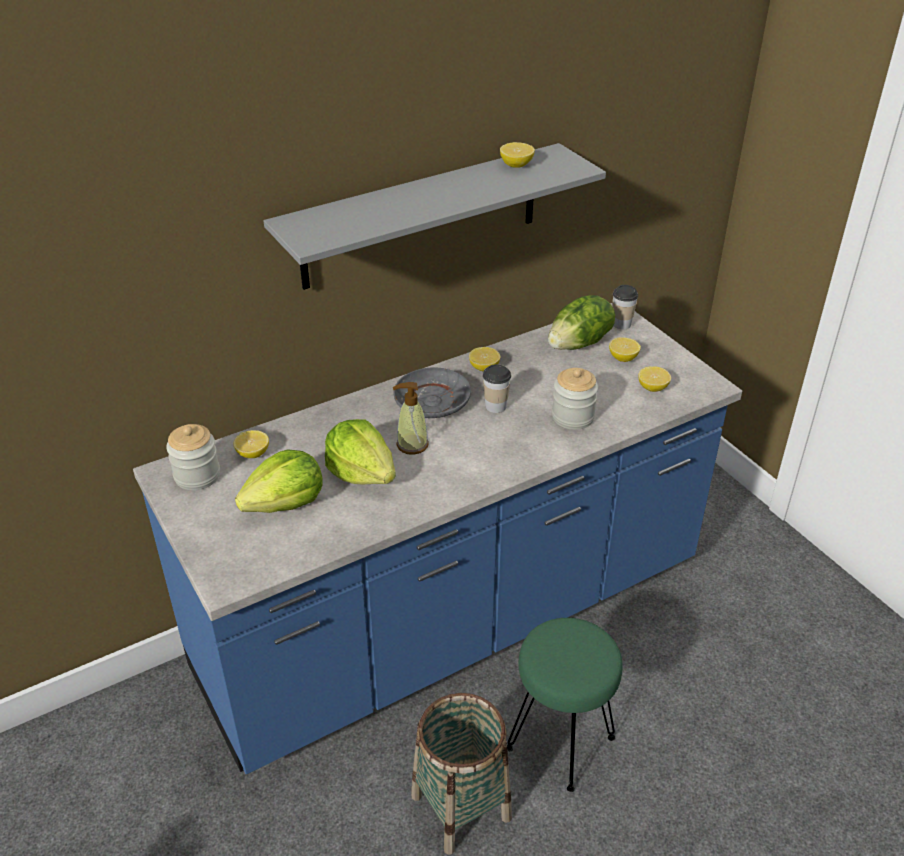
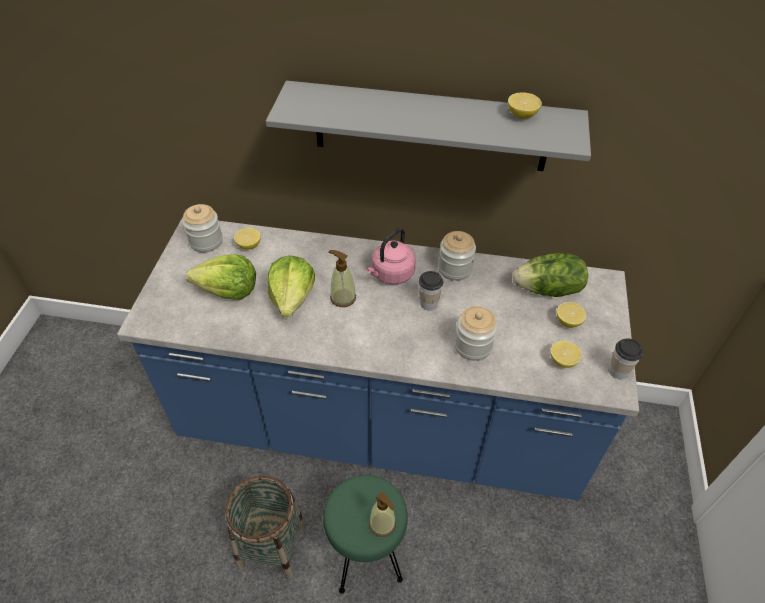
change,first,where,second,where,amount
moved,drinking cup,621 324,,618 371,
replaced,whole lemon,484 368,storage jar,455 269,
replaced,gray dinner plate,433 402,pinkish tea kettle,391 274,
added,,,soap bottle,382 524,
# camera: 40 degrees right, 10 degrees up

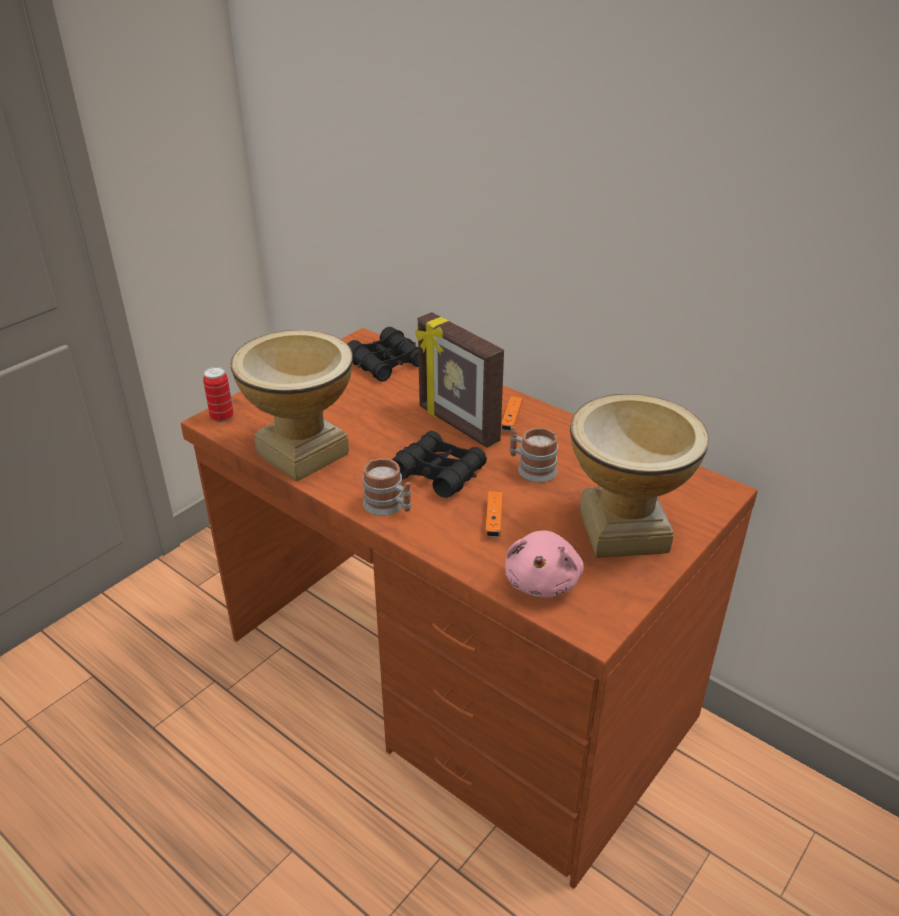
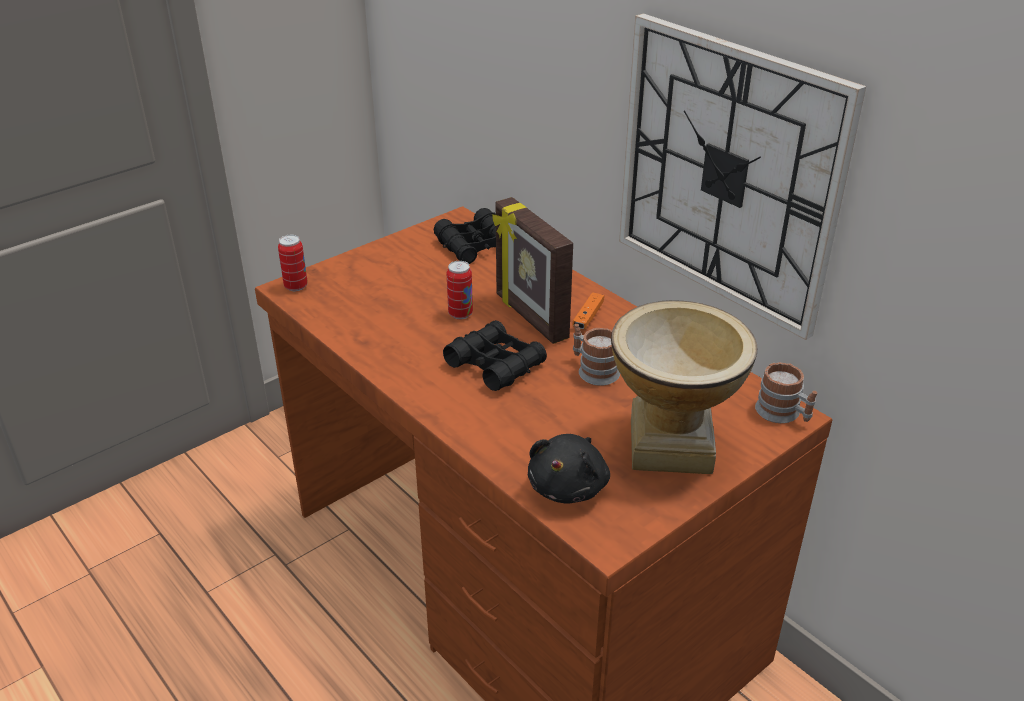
change,first,where,second,where,amount
removed,decorative vase,303 453,,,
moved,tea mug,389 506,,783 414,
removed,orange-coloured gamepad,493 520,,,
recoloured,pinkish plush toy,543 580,blackish plush toy,569 486,
added,,,wall clock,727 174,
added,,,metal can,460 314,
# camera: 10 degrees right, 0 degrees up

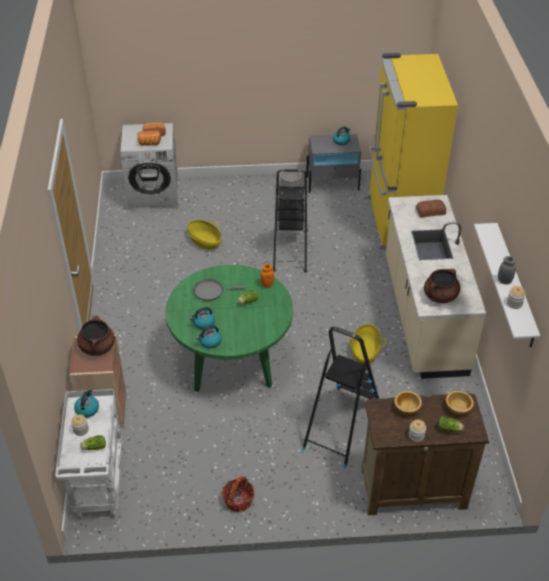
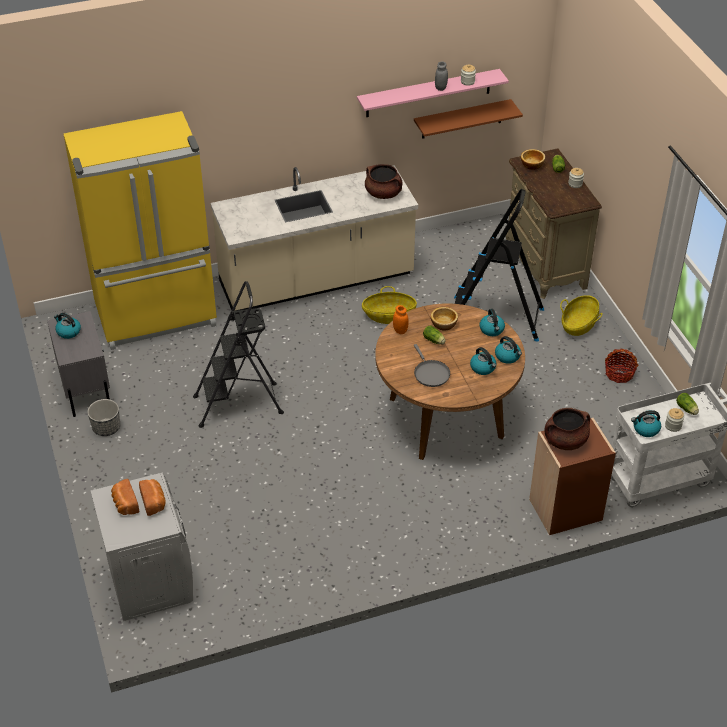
change,first,where,second,where,amount
removed,bakery bread,430 211,,,
moved,basket,205 241,,578 324,
recoloured,white-coloured bracket shelf,514 285,pinkish bracket shelf,428 93,
recoloured,greenish kitchen table,231 360,brownish kitchen table,446 418,
moved,serving bowl,406 409,,444 324,
added,,,brownish bracket shelf,462 119,
added,,,tea kettle,492 330,
# camera: 105 degrees left, 0 degrees up

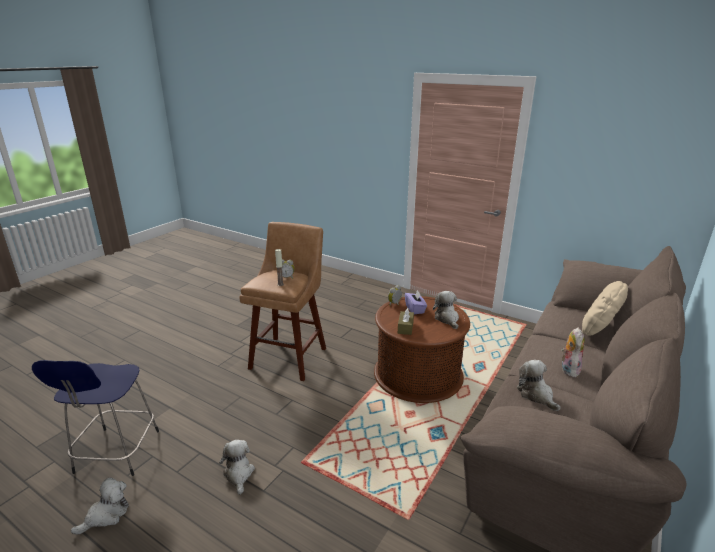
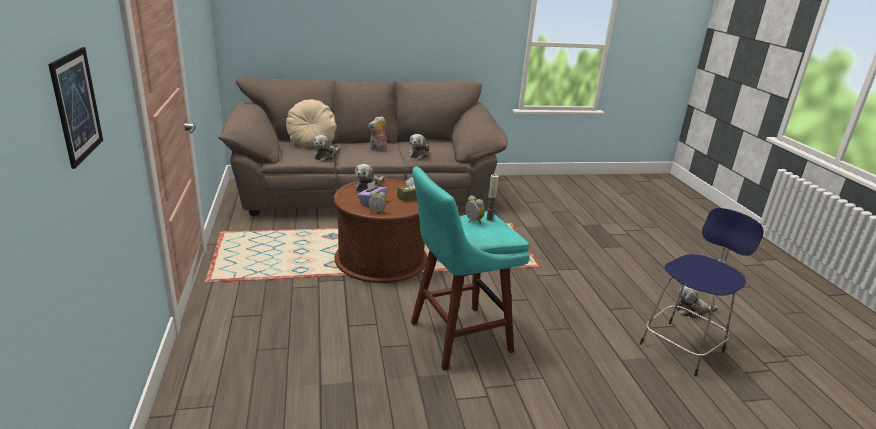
change,first,where,second,where,amount
recoloured,brownish stool,289 356,turquoise stool,456 337,
moved,plush toy,238 474,,326 156,
added,,,picture,77 106,
# camera: 135 degrees left, 0 degrees up

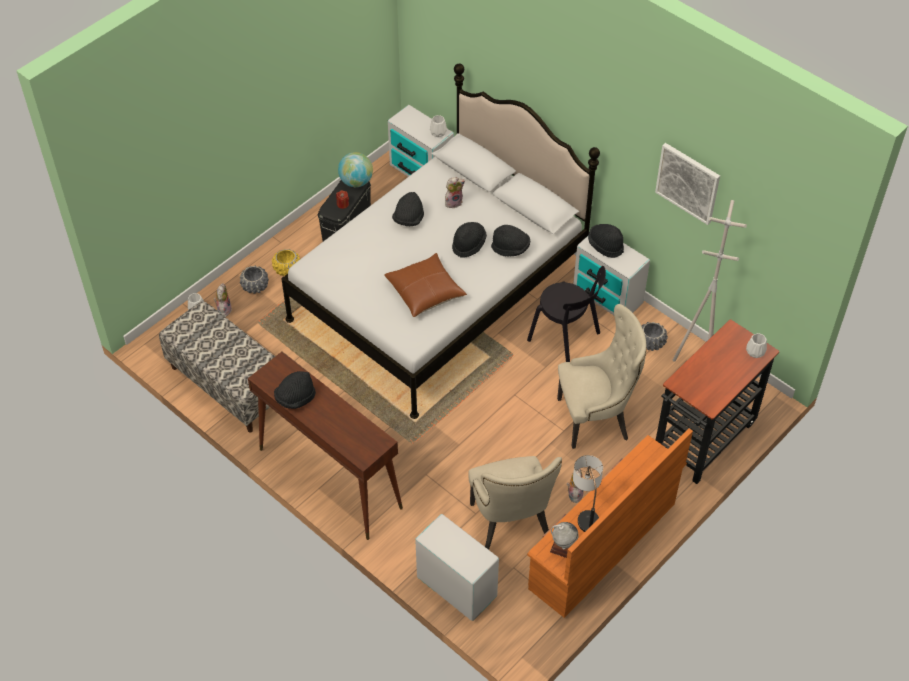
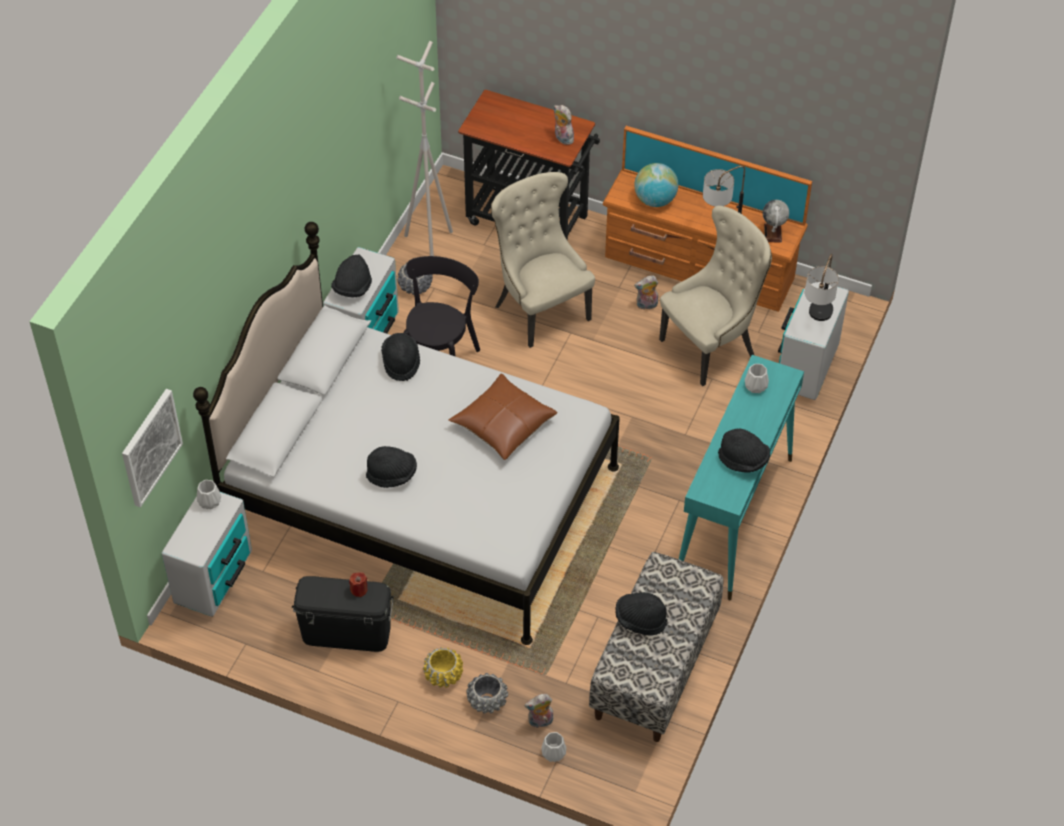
change,first,where,second,where,amount
moved,picture,688 182,,150 447,
moved,globe,356 182,,655 200,
moved,plush toy,453 202,,562 138,
moved,blackish hat,468 245,,640 620,
moved,white-coloured decorative vase,755 351,,755 386,
recoloured,brownish console table,329 478,turquoise console table,733 519,
added,,,tabletop lamp,817 320,
# camera: 110 degrees left, 0 degrees up

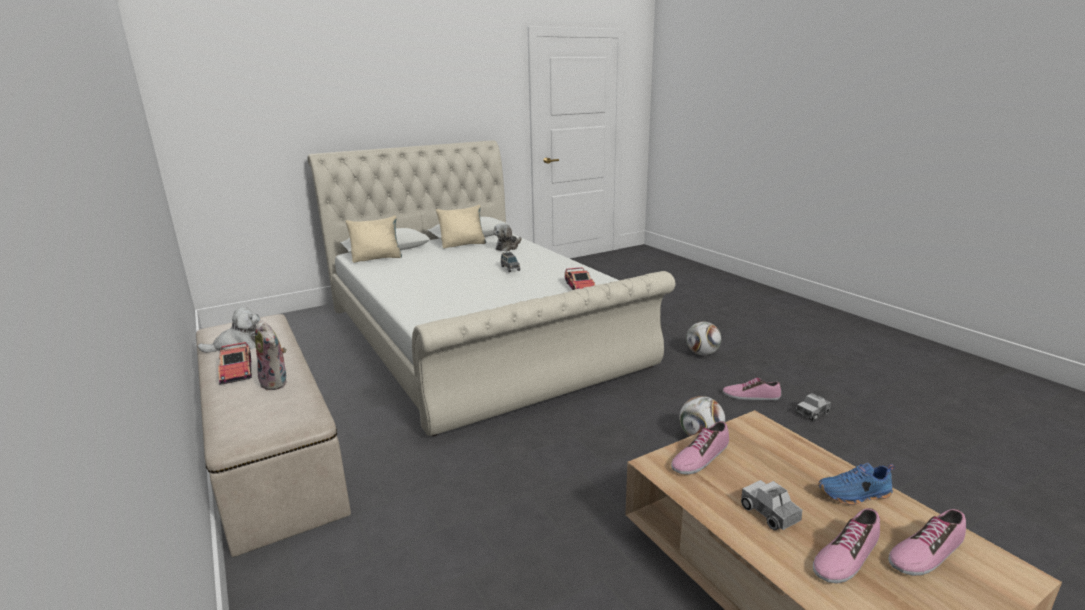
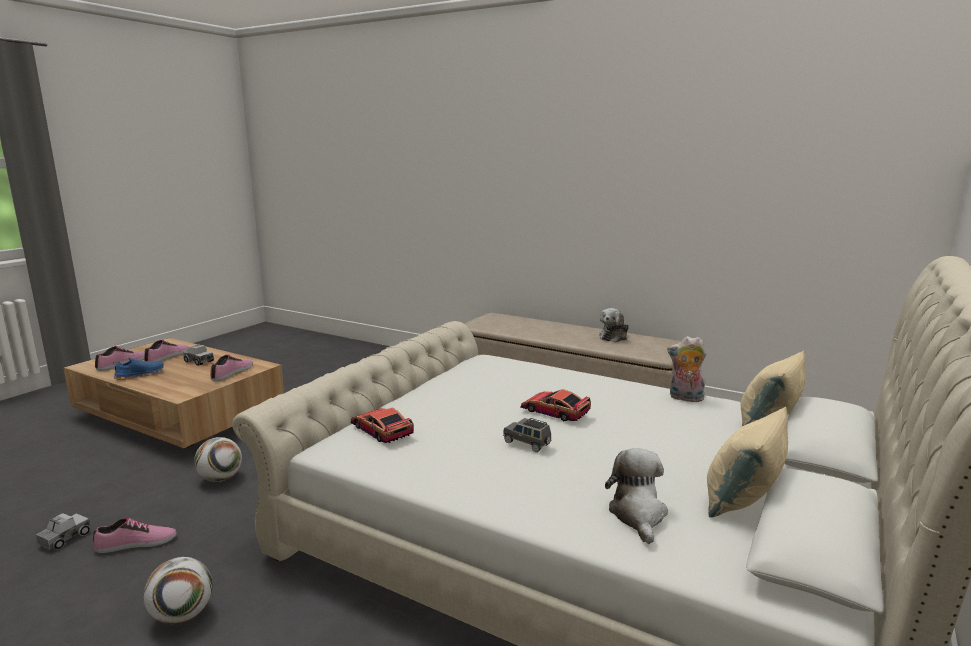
change,first,where,second,where,amount
moved,plush toy,277 383,,685 398,
moved,miniature car,236 370,,554 411,
# camera: 150 degrees right, 5 degrees down

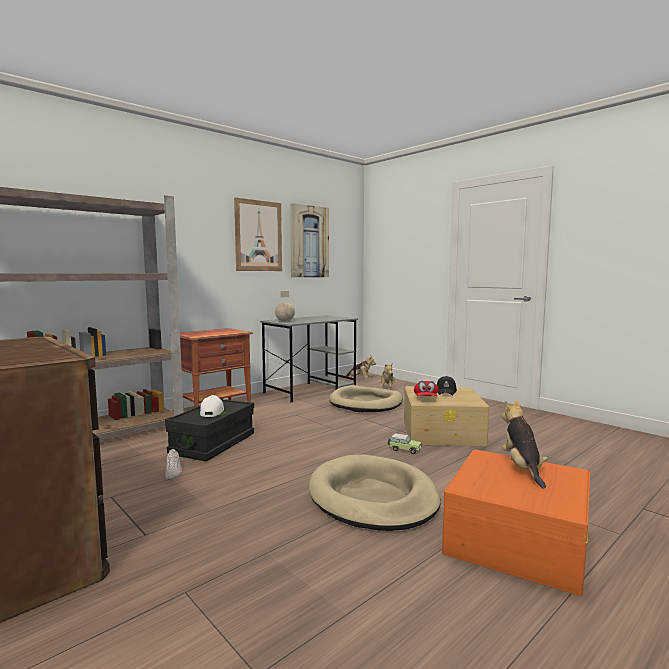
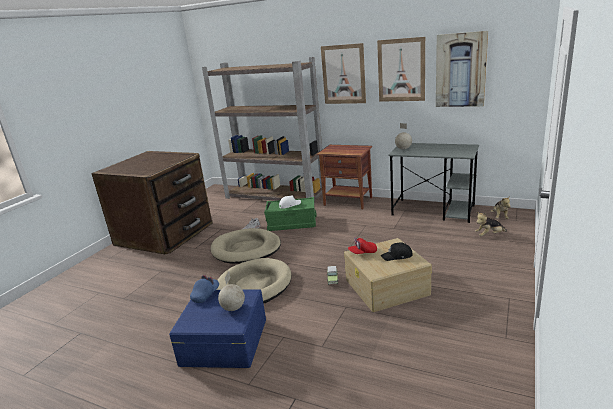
change,first,where,second,where,amount
moved,beige dog bed,366 403,,246 249,
recoloured,blackish storage container,213 444,greenish storage container,292 223,
replaced,plush toy,522 468,globe,233 308,
recoloured,orange-coloured storage container,516 541,bluish storage container,223 341,
added,,,picture,343 74,
added,,,bluish cap,205 295,
# camera: 70 degrees right, 15 degrees up

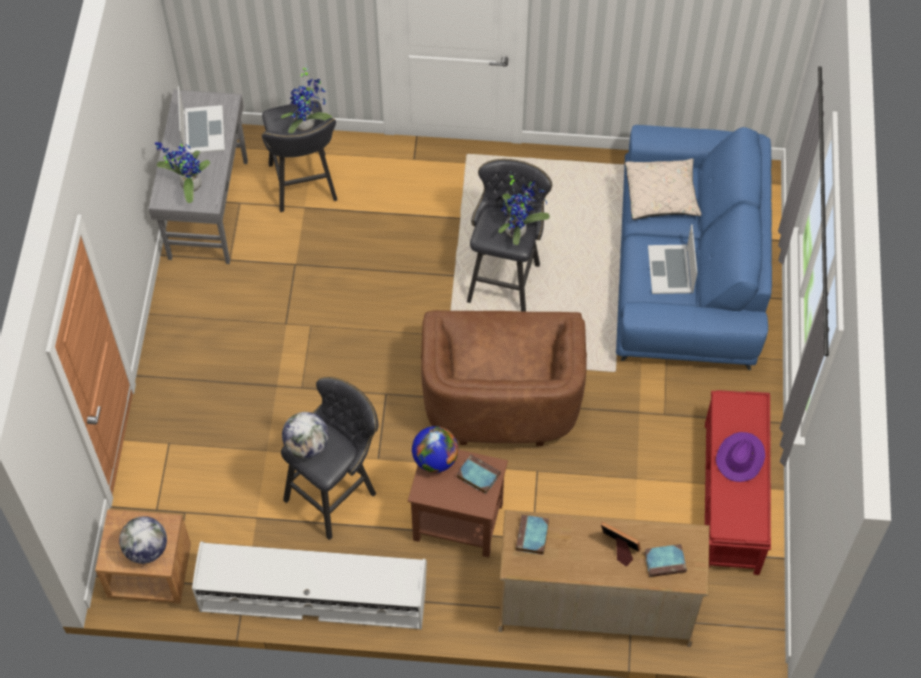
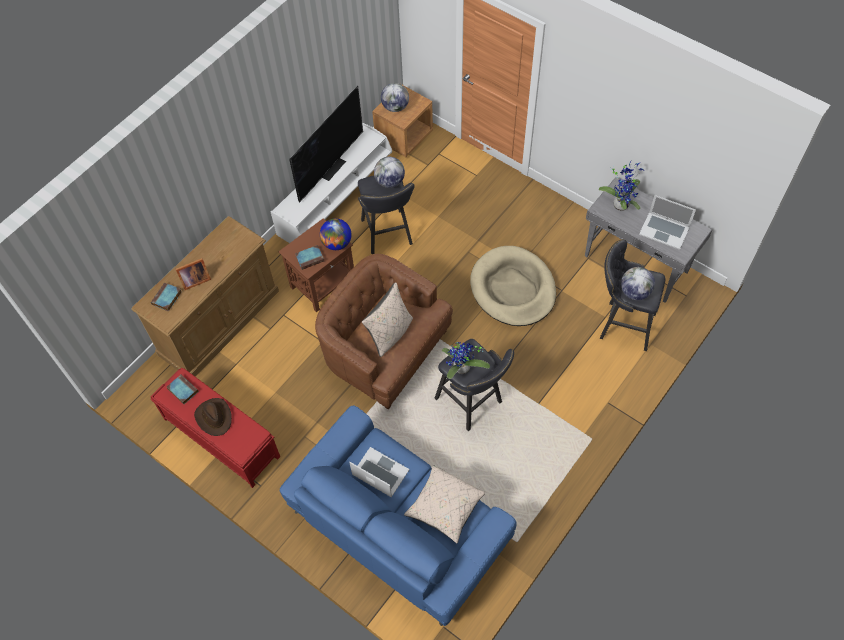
change,first,where,second,where,amount
replaced,potted plant,307 124,globe,635 292,
recoloured,purplish hat,740 458,brownish hat,214 417,
moved,bound book,532 537,,182 390,
added,,,TV,331 167,
added,,,beige dog bed,513 289,
added,,,beige pillow,390 333,
# camera: 125 degrees right, 0 degrees up

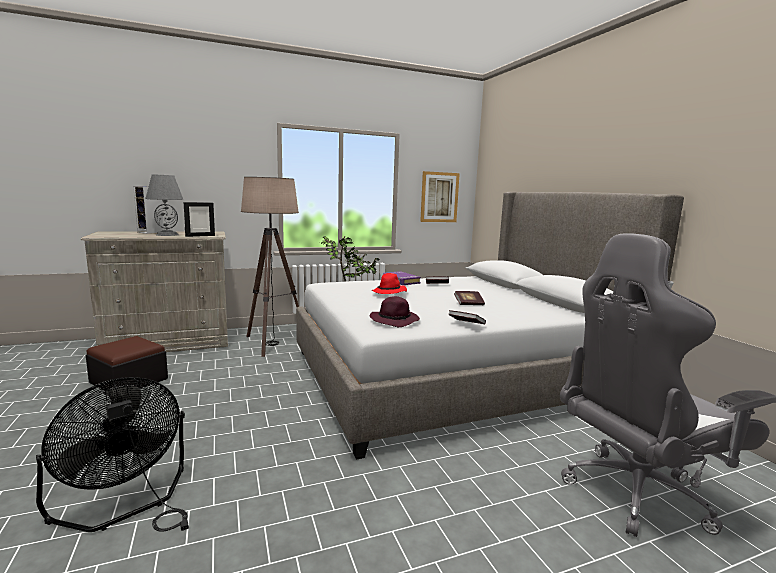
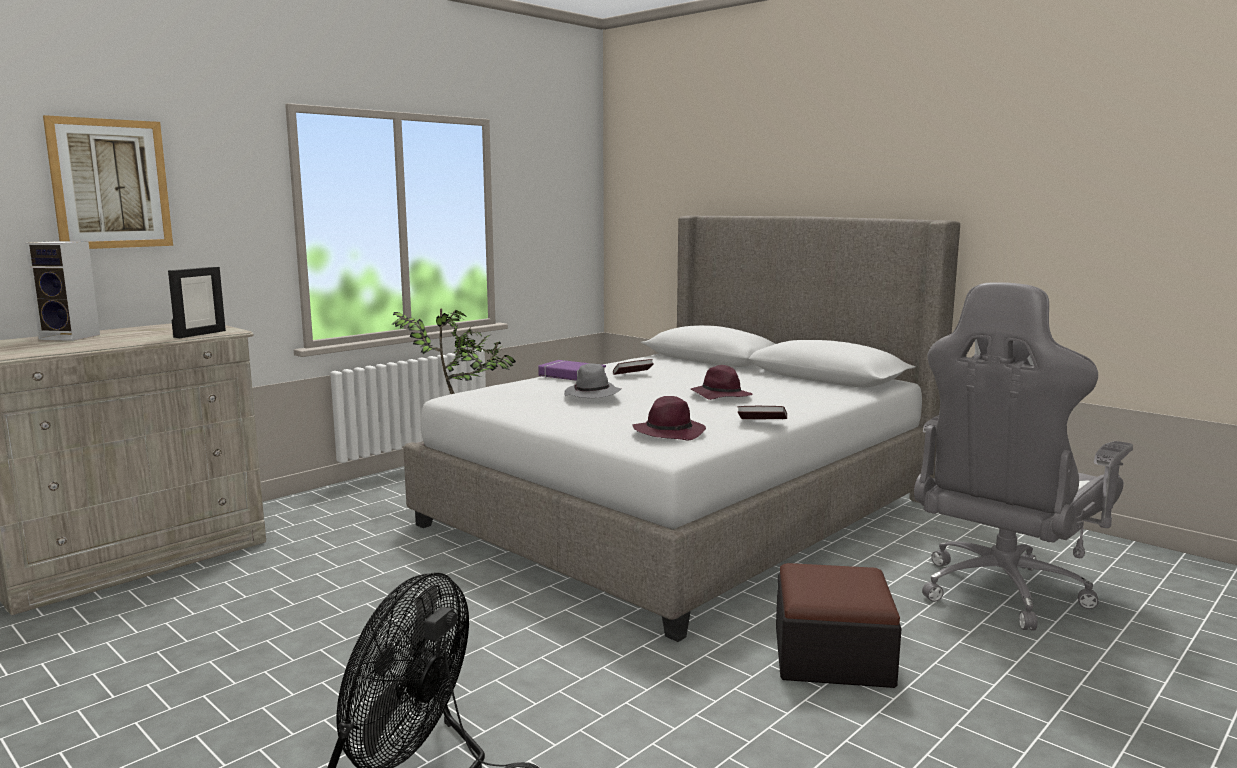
change,first,where,second,where,amount
moved,picture,439 197,,110 184,
removed,gray tabletop lamp,167 234,,,
removed,floor lamp,273 343,,,
recoloured,reddish hat,389 292,gray hat,593 395,
replaced,bound book,469 304,purplish hat,720 396,
moved,pouffe,129 381,,832 656,
# camera: 25 degrees left, 0 degrees up

